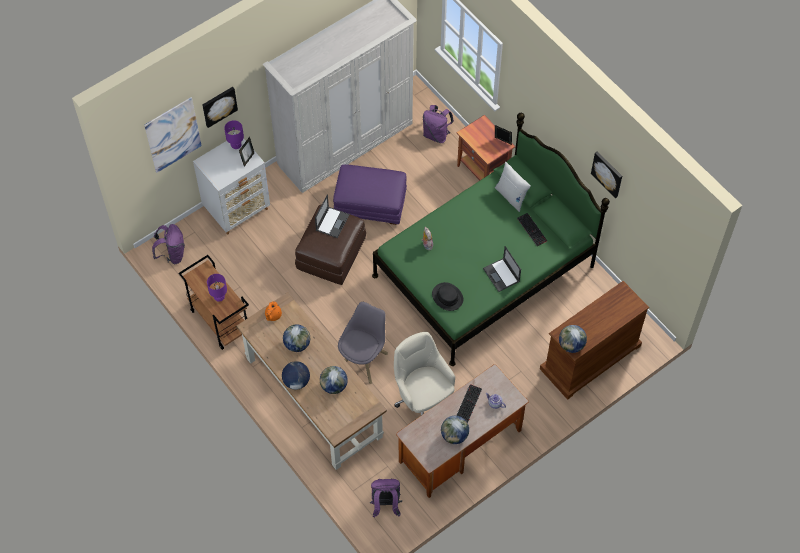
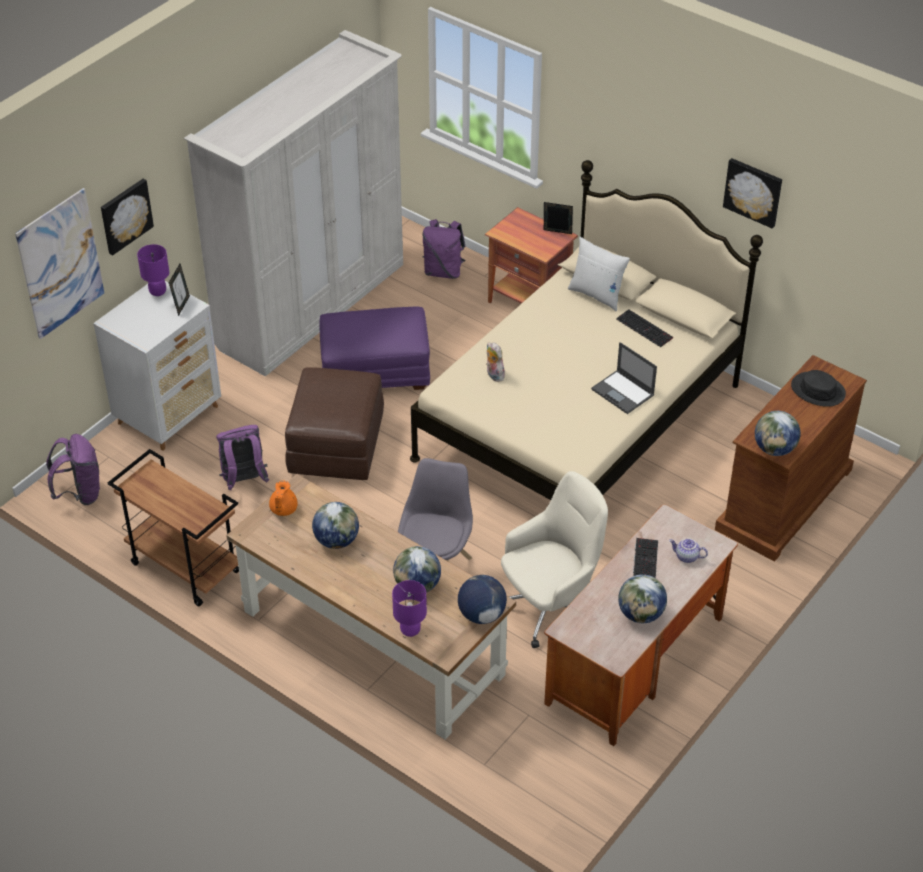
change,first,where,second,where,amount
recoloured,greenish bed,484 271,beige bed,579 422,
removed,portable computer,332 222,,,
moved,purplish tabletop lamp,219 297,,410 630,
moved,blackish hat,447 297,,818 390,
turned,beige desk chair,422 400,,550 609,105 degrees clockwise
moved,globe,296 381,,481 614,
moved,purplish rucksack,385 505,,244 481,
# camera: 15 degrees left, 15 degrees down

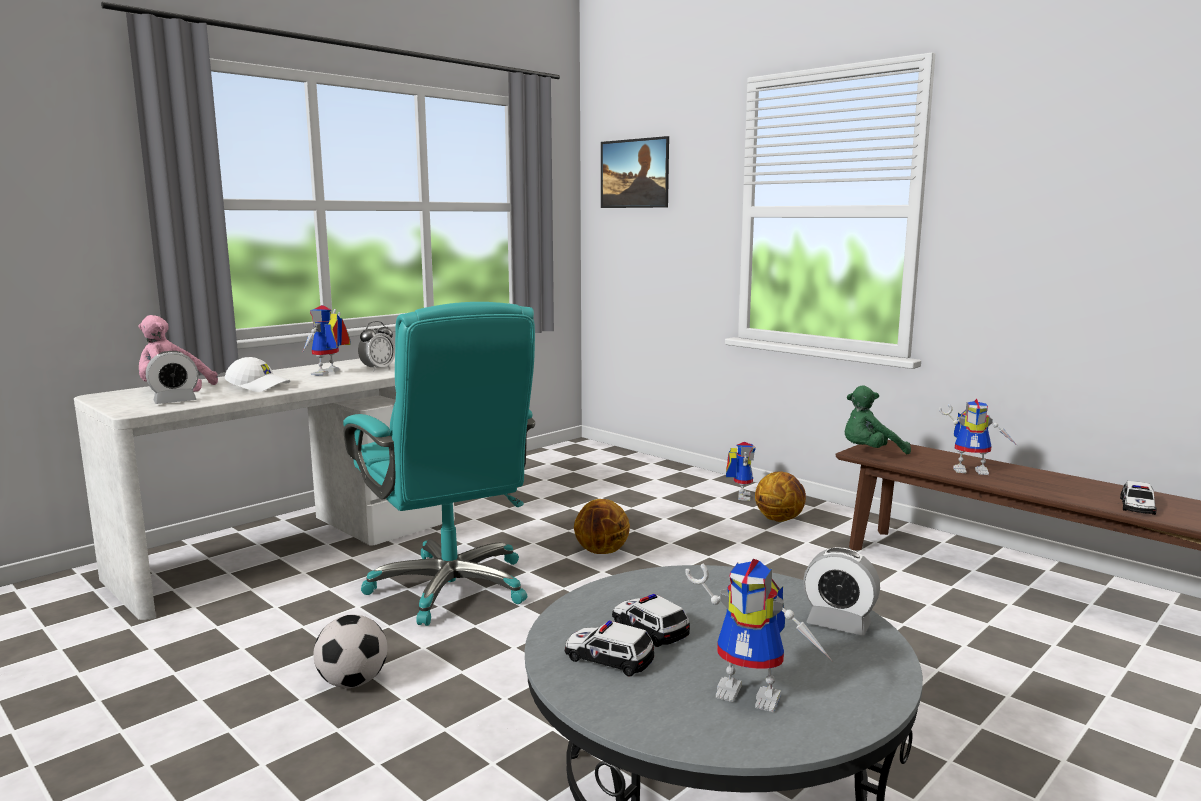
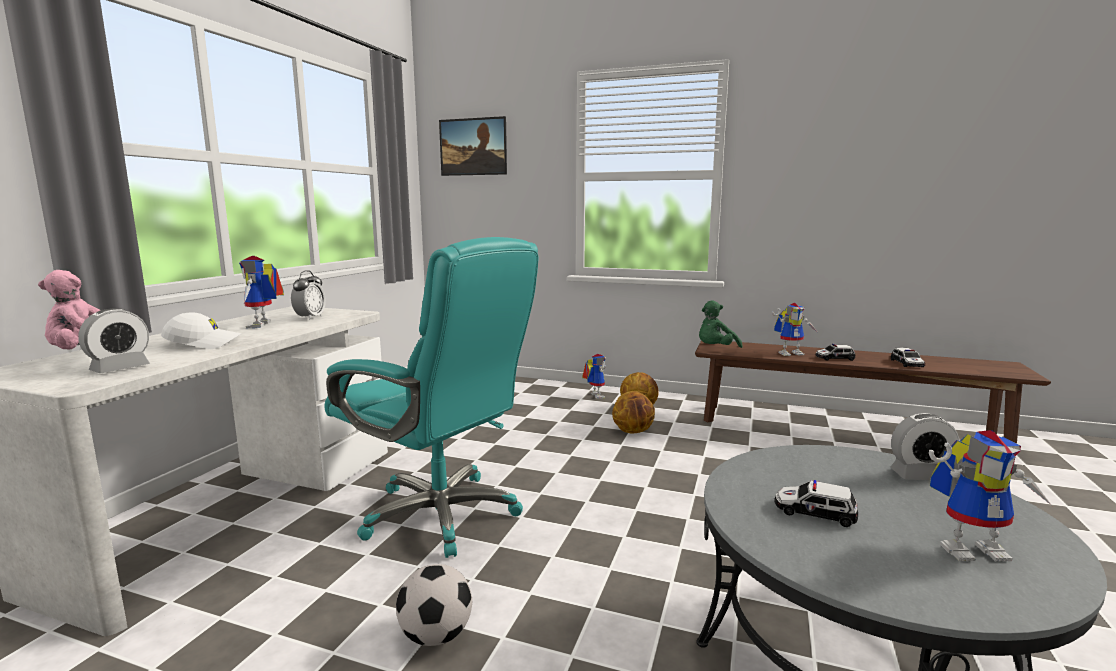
change,first,where,second,where,amount
moved,basketball ball,602 552,,633 431,
moved,miniature car,608 658,,834 358,
# camera: 25 degrees left, 0 degrees up

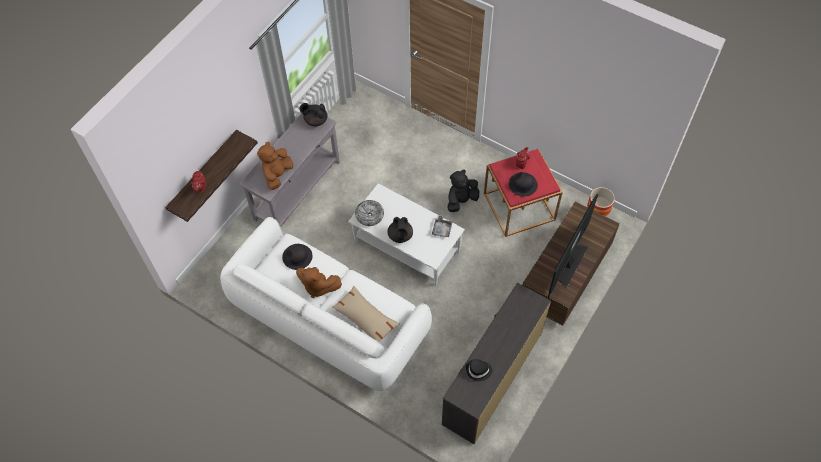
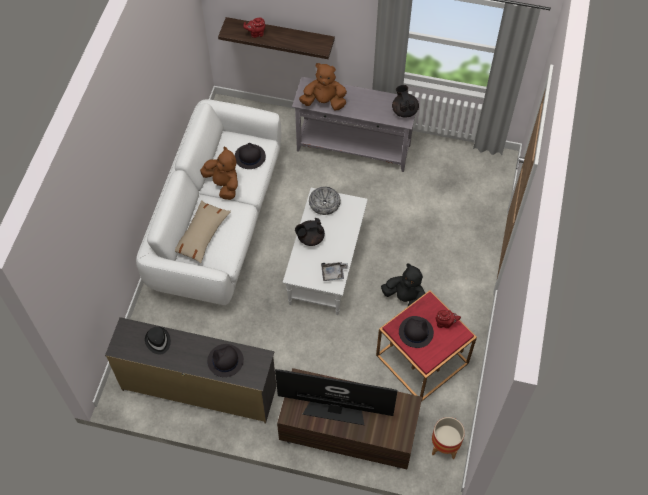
change,first,where,second,where,amount
turned,brownish plush toy,318 286,,223 184,135 degrees clockwise
added,,,blackish hat,225 361,
# camera: 70 degrees right, 0 degrees up

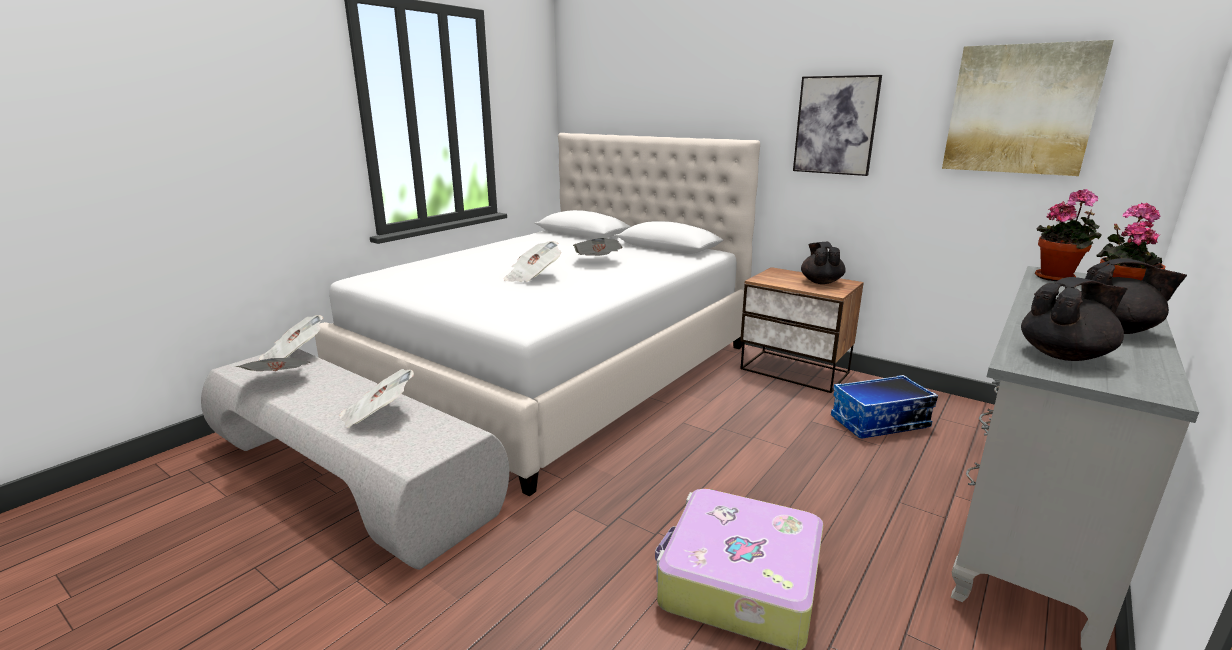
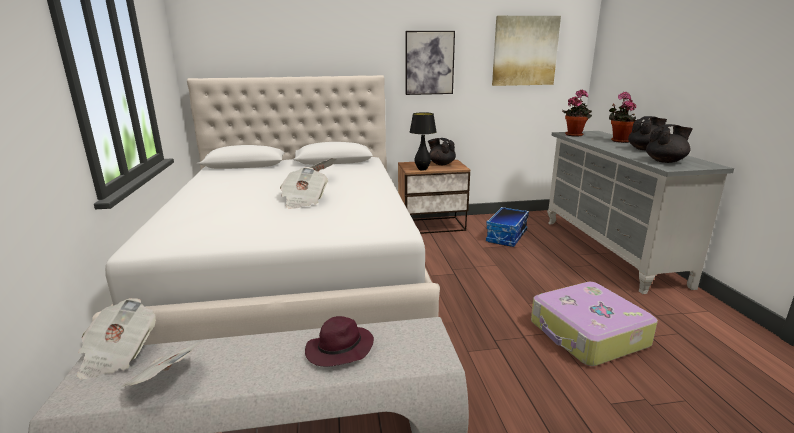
change,first,where,second,where,amount
turned,blackish tea pot,1064 355,,665 161,45 degrees clockwise
replaced,printed paper,377 415,purplish hat,339 350,
added,,,blackish tabletop lamp,422 169,
# camera: 45 degrees left, 0 degrees up

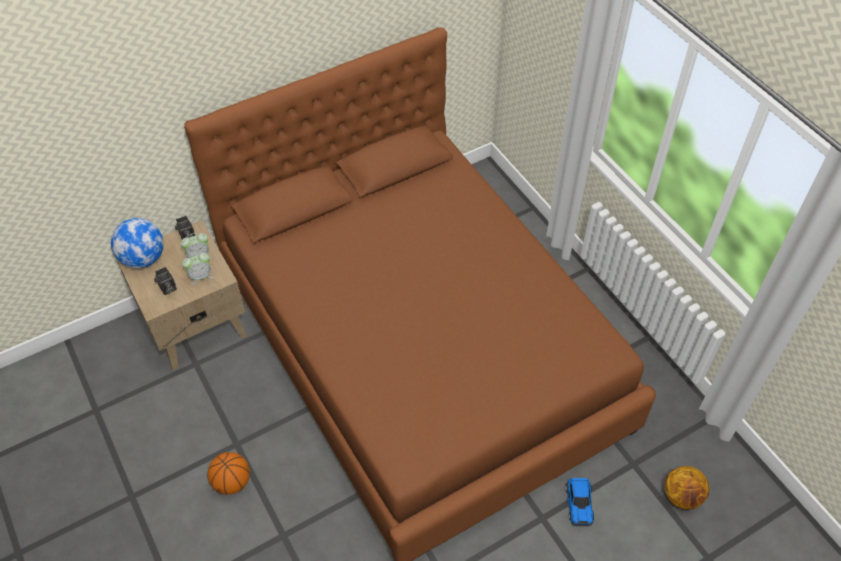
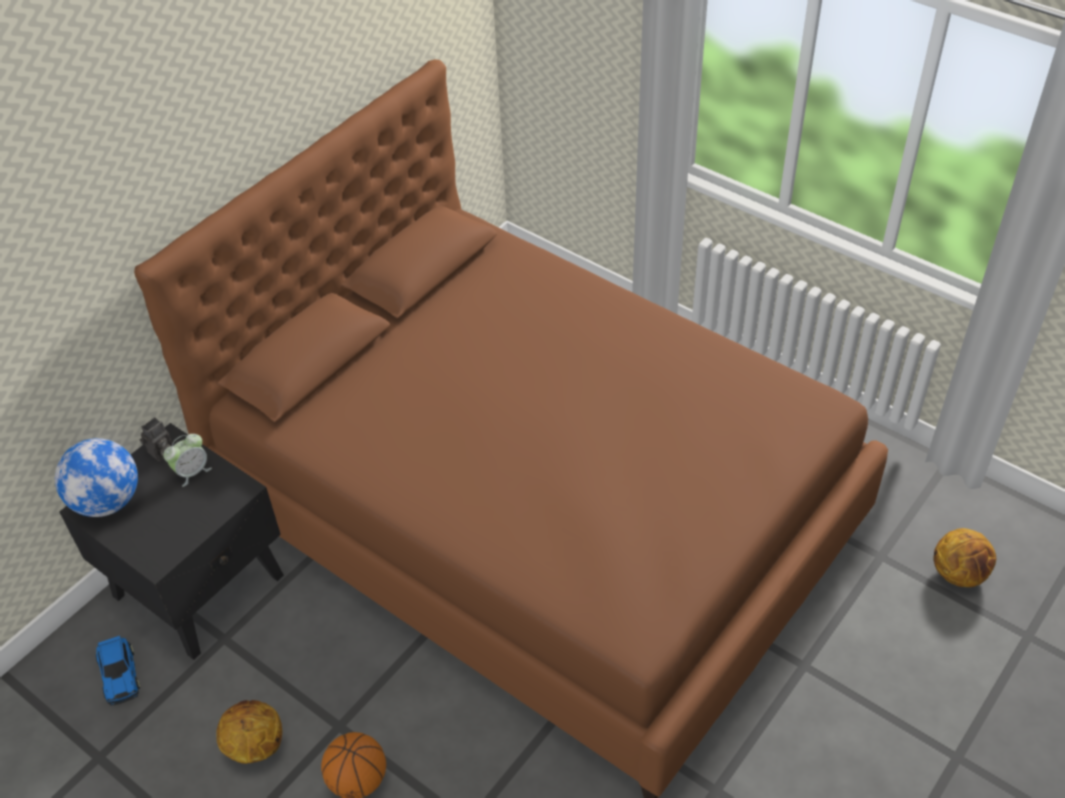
change,first,where,second,where,amount
recoloured,beige nightstand,196 324,blackish nightstand,200 584,
removed,table clock,201 276,,,
removed,photo camera,167 289,,,
moved,miniature car,579 503,,120 674,
added,,,basketball ball,254 746,
# camera: 20 degrees left, 5 degrees down

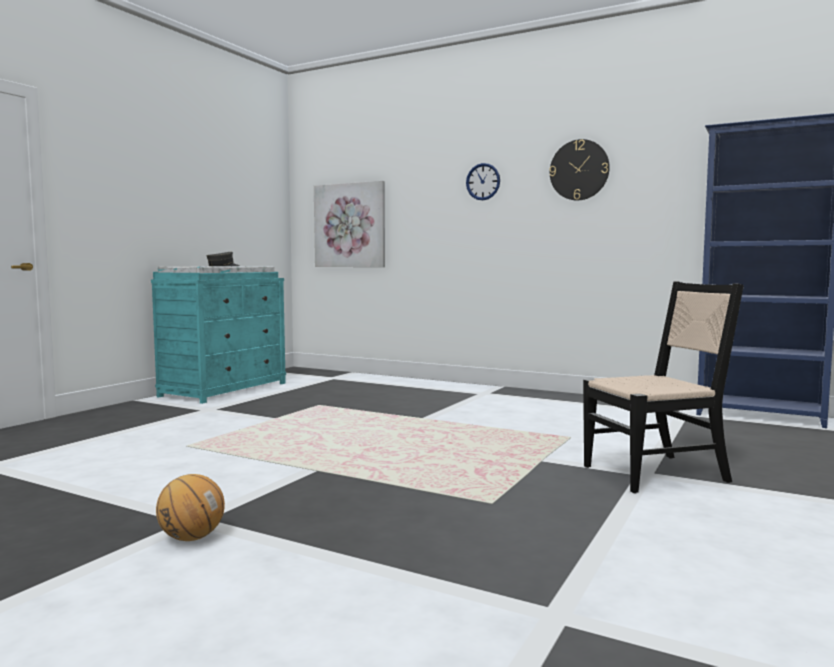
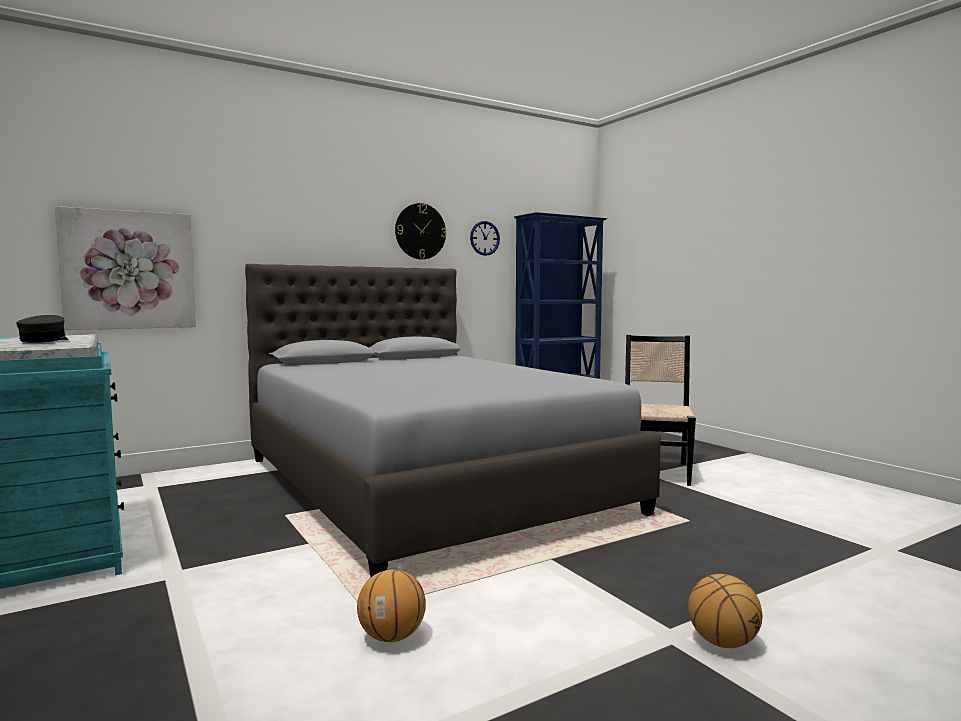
change,first,where,second,where,amount
moved,wall clock,483 181,,484 238,
added,,,gray bed,426 484,
added,,,basketball ball,392 637,
# camera: 60 degrees left, 0 degrees up

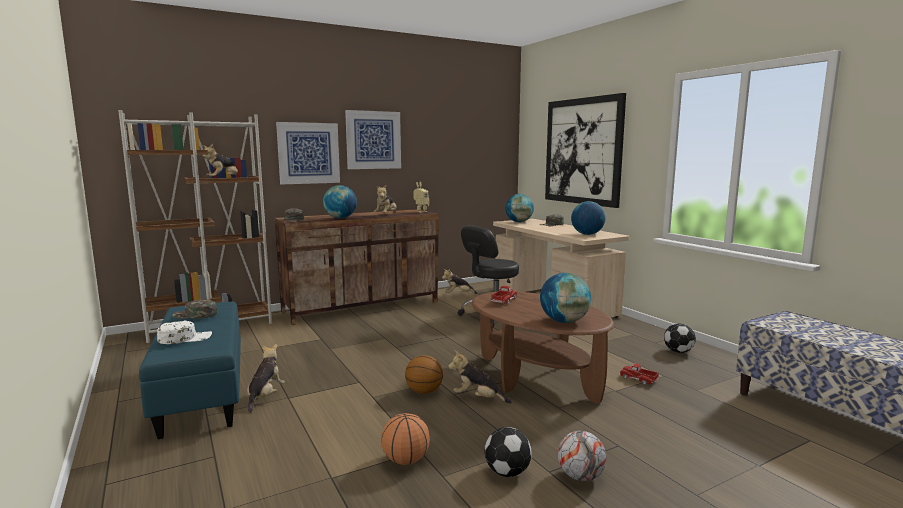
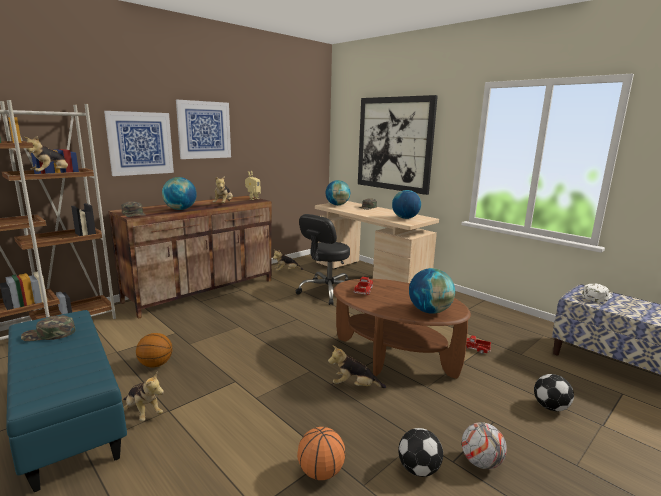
change,first,where,second,where,amount
moved,white-coloured cap,185 338,,596 296,
moved,football ball,678 351,,550 407,
turned,plush toy,265 396,,143 412,135 degrees clockwise
moved,basketball ball,424 392,,156 364,
# camera: 15 degrees left, 5 degrees up

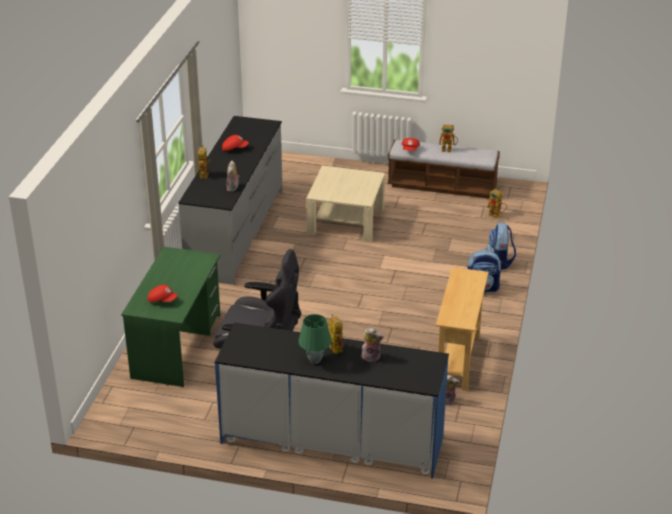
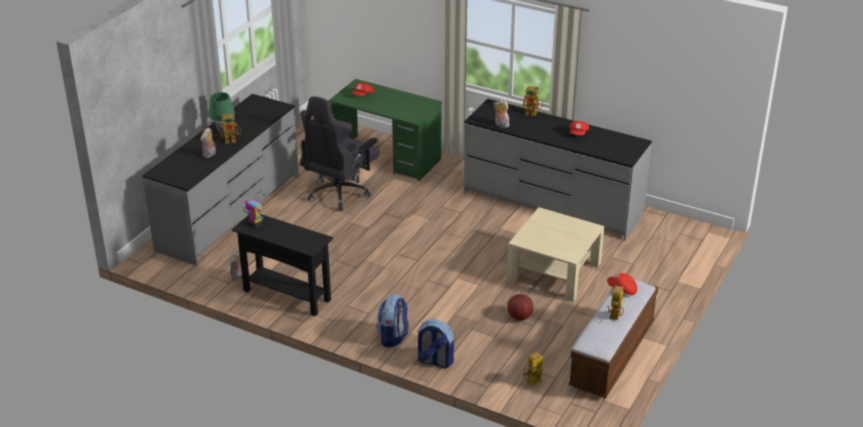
change,first,where,second,where,amount
recoloured,beige console table,458 360,blackish console table,287 295,
recoloured,bluish chest of drawers,332 439,gray chest of drawers,230 212,
added,,,toy robot,255 224,
added,,,basketball ball,519 317,
# camera: 105 degrees right, 0 degrees up

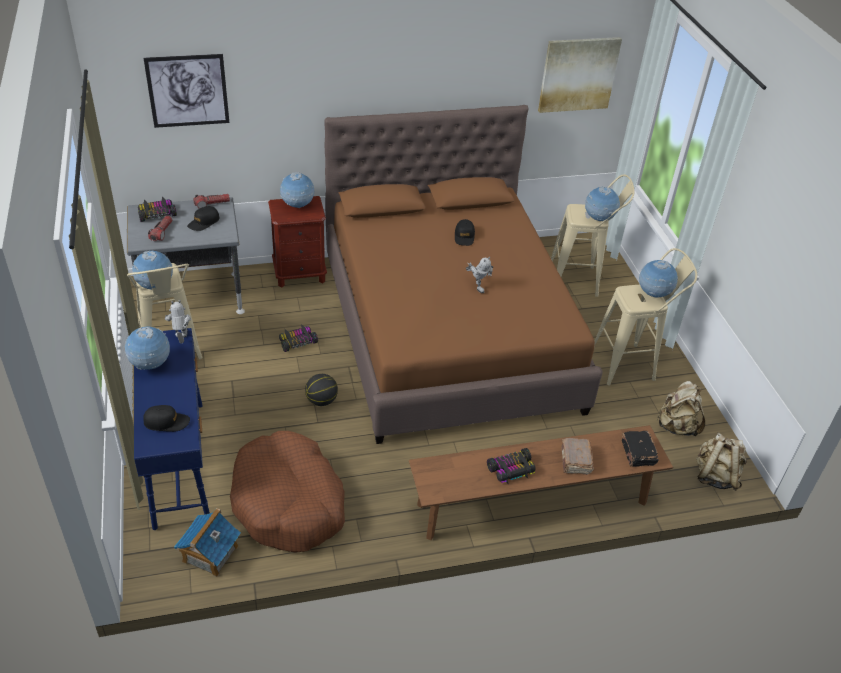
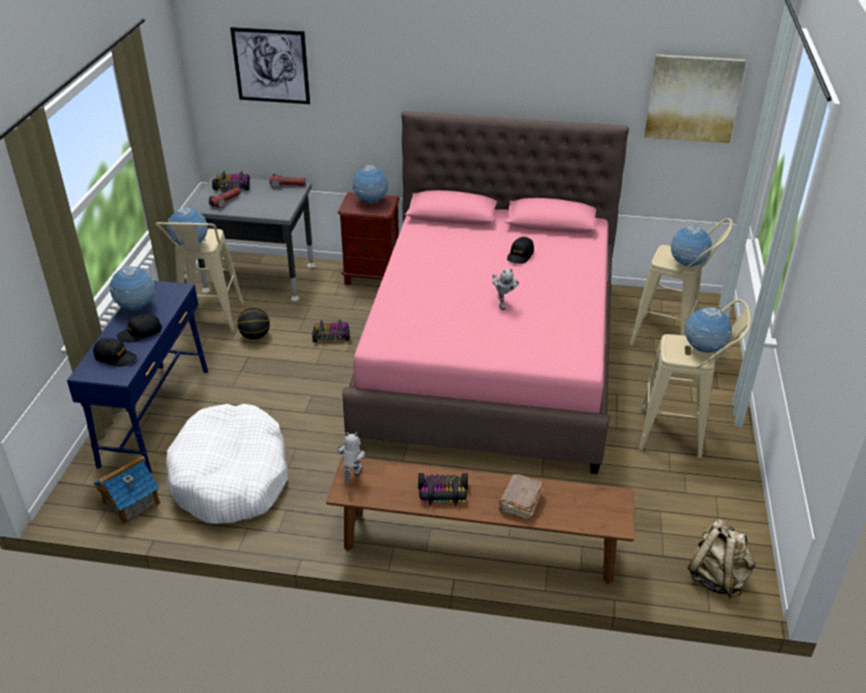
change,first,where,second,where,amount
recoloured,brownish bed,448 331,pinkish bed,490 358,
moved,blackish cap,203 222,,140 333,
moved,toy robot,181 340,,352 478,
moved,basketball ball,321 400,,255 336,
removed,beige rucksack,676 426,,,
recoloured,brownish dog bed,289 503,white-coloured dog bed,231 477,
removed,blackish bound book,637 454,,,
# camera: 25 degrees right, 5 degrees down

